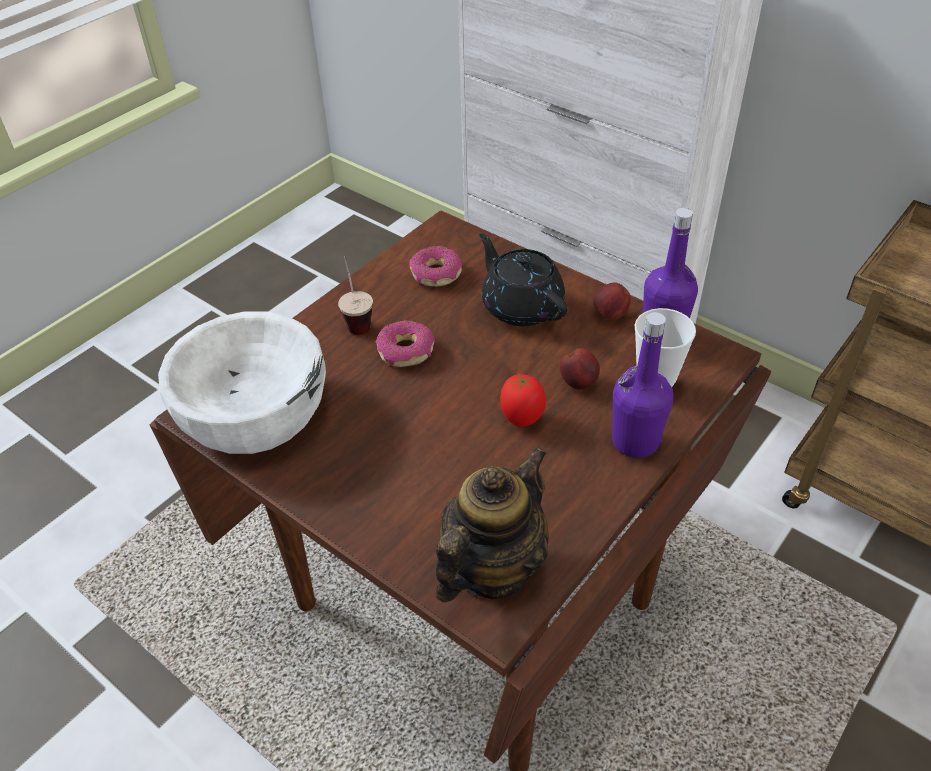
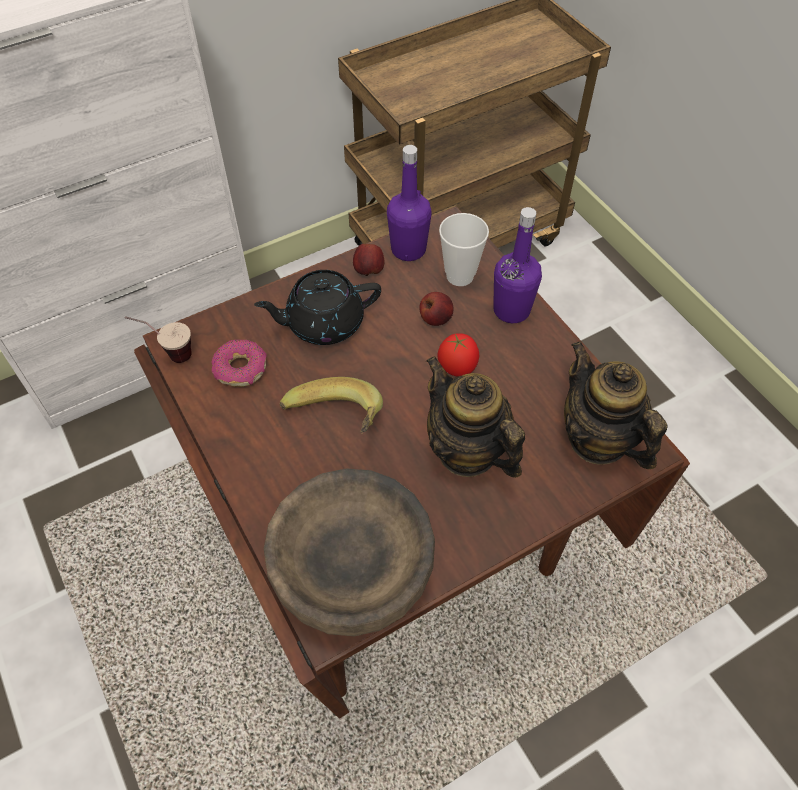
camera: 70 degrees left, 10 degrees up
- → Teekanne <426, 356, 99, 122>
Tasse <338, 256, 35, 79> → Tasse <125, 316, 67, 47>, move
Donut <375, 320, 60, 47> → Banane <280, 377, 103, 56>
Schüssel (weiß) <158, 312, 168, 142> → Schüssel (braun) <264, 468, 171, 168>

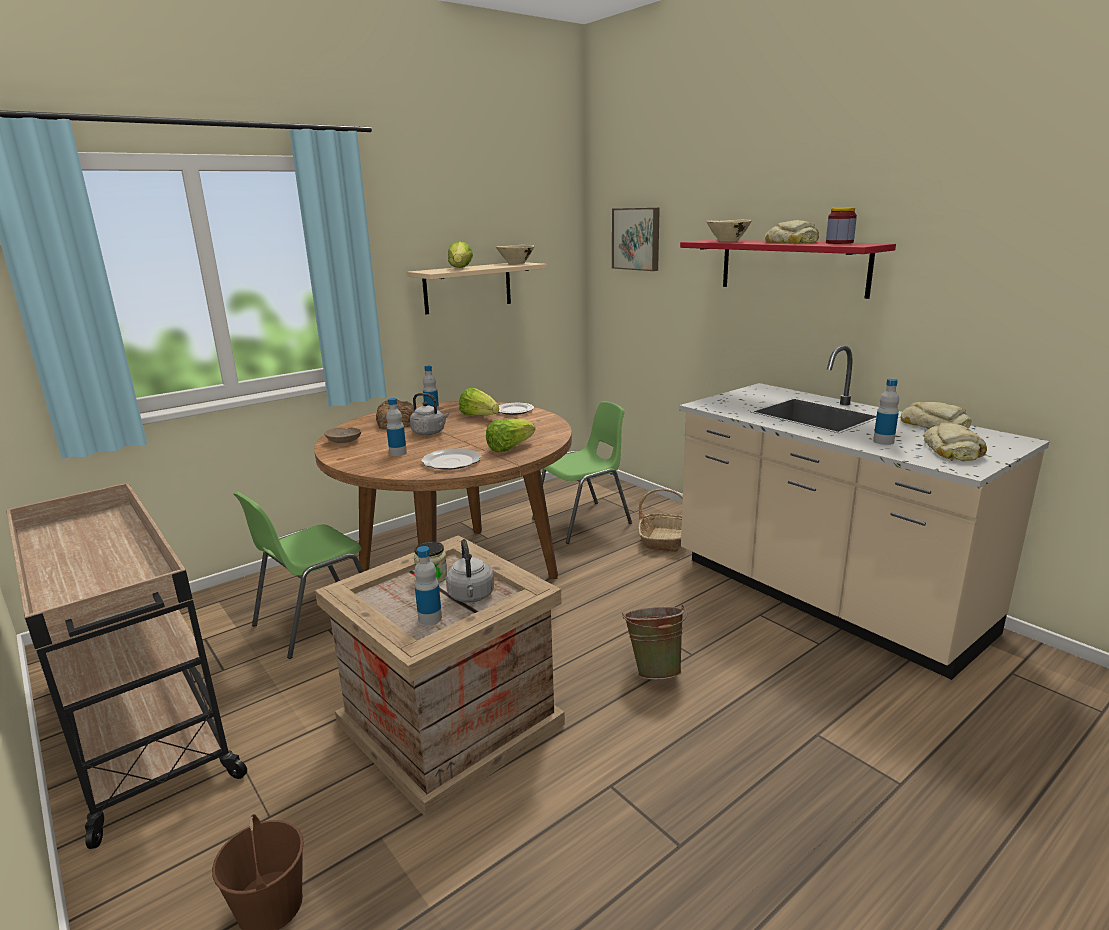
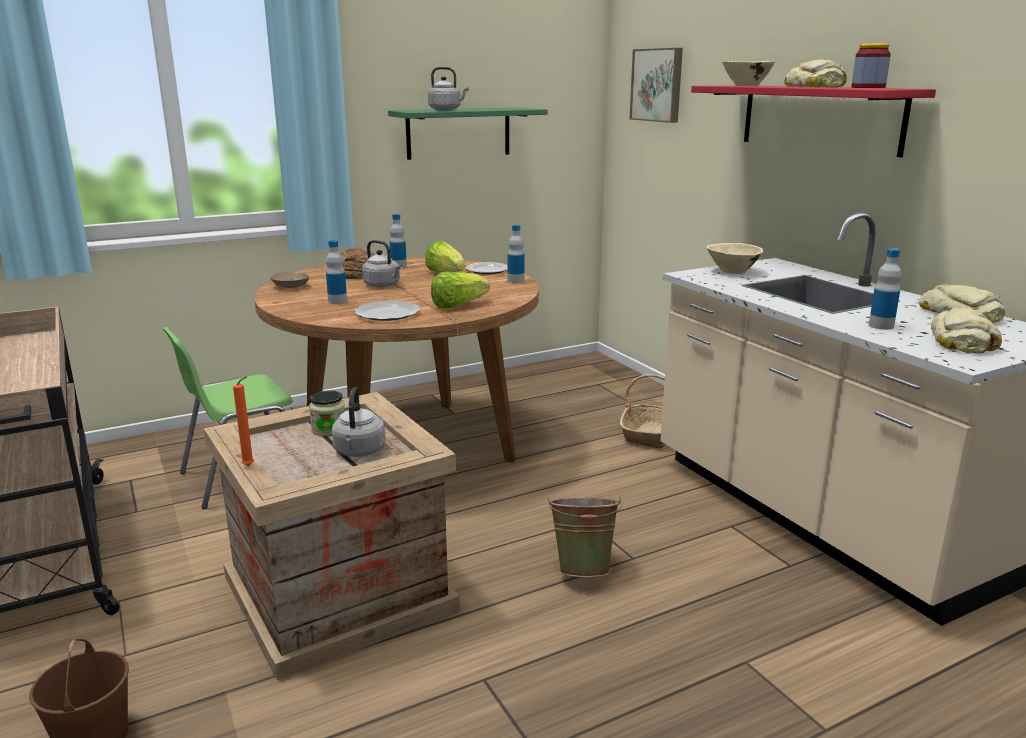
camera: 10 degrees right, 0 degrees up
Stuhl (grün) <532, 401, 100, 143> → -
- → Kerze (orange) <233, 376, 21, 90>
Flasche <414, 546, 28, 79> → Flasche <508, 224, 17, 59>, move
Schüssel (beige) <496, 245, 38, 19> → Schüssel (beige) <706, 243, 57, 31>, move
Salatkopf <448, 241, 25, 27> → Wasserkessel (grau) <428, 67, 41, 43>
Wandregal (beige) <407, 262, 140, 53> → Wandregal (grün) <388, 107, 160, 53>

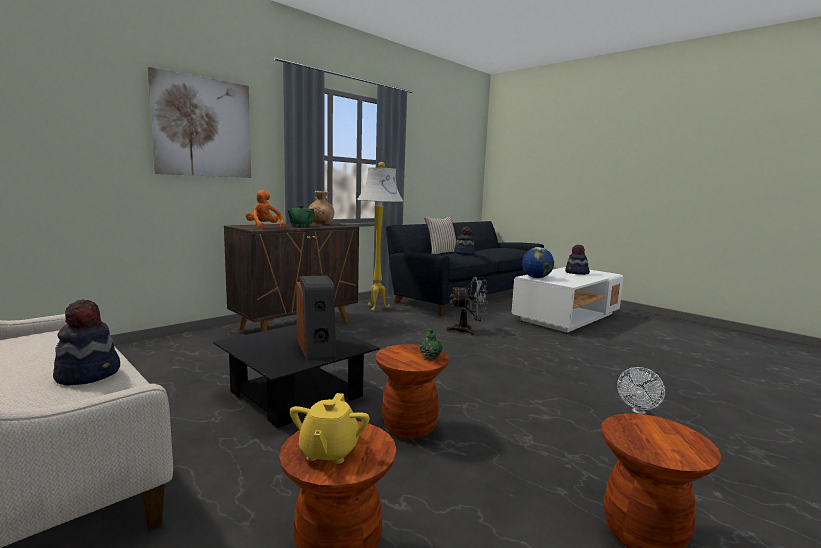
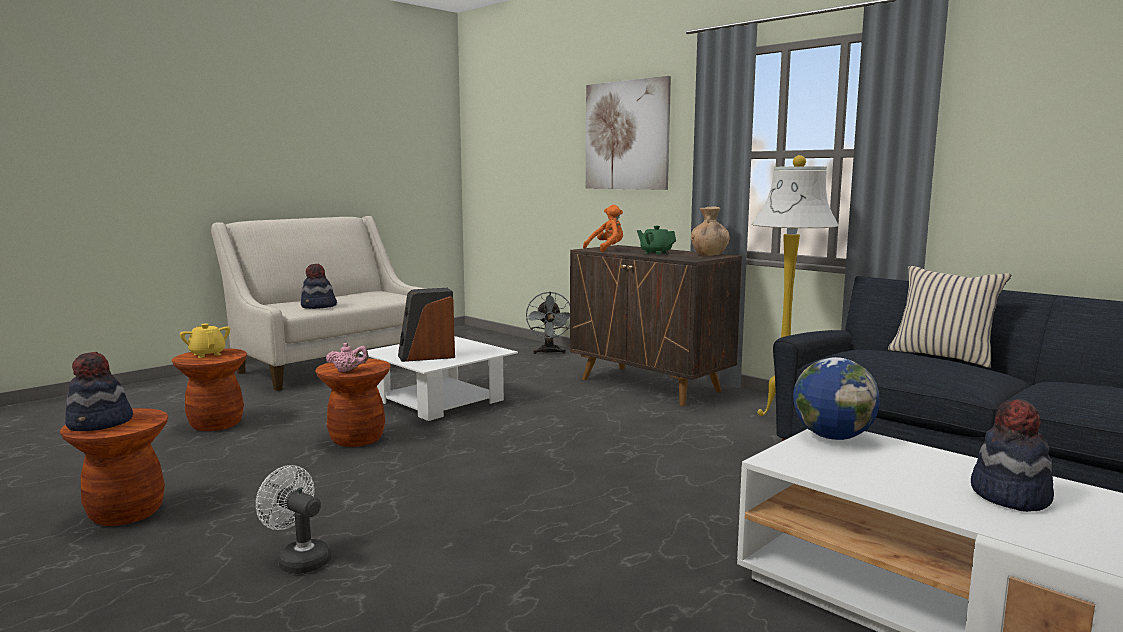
camera: 90 degrees right, 0 degrees up
Ventilator (grau) <447, 277, 41, 58> → Ventilator (grau) <526, 292, 44, 62>, move
Hut <454, 226, 21, 29> → Hut <65, 352, 68, 79>, move
Couchtisch (schwarz) <213, 325, 166, 103> → Couchtisch (weiß) <359, 336, 159, 85>
Teekanne (grün) <420, 328, 23, 31> → Teekanne (rosa) <326, 343, 42, 29>
Teekanne (gelb) <290, 393, 80, 71> → Teekanne (gelb) <180, 323, 50, 35>, 45 degrees clockwise

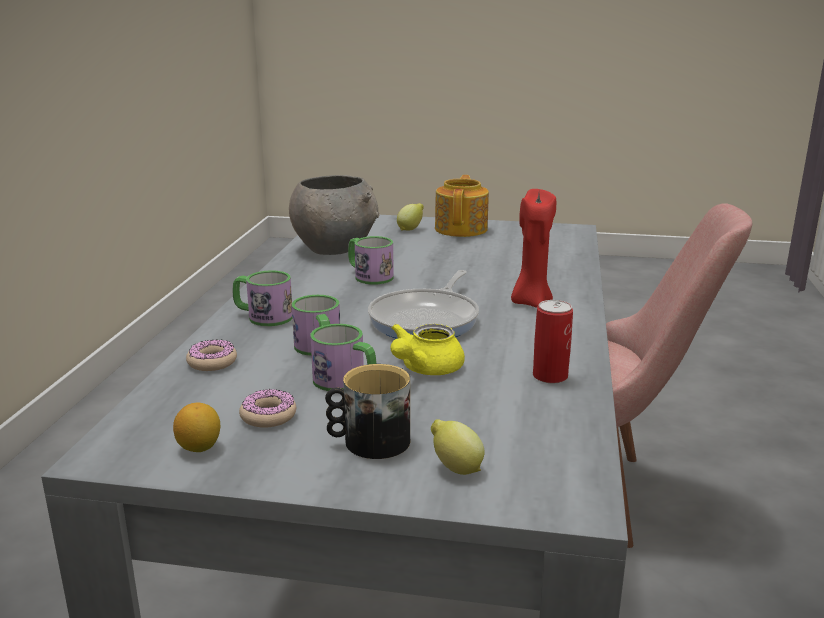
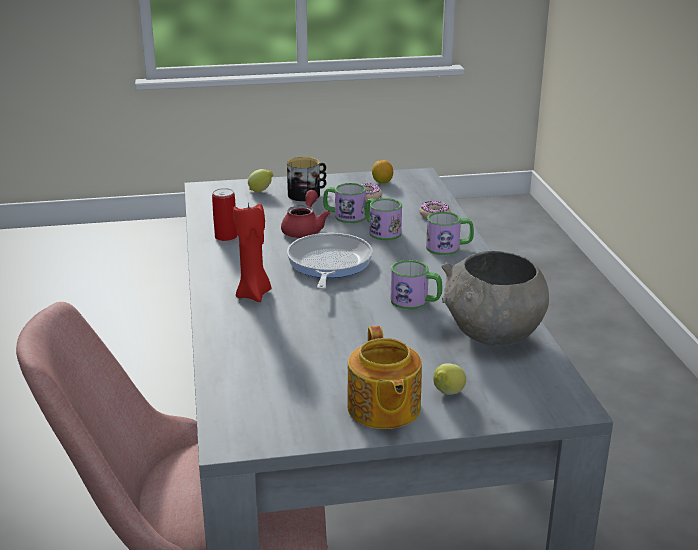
camera: 160 degrees right, 5 degrees up
Teekanne (gelb) <390, 324, 75, 51> → Teekanne (rot) <281, 190, 49, 48>

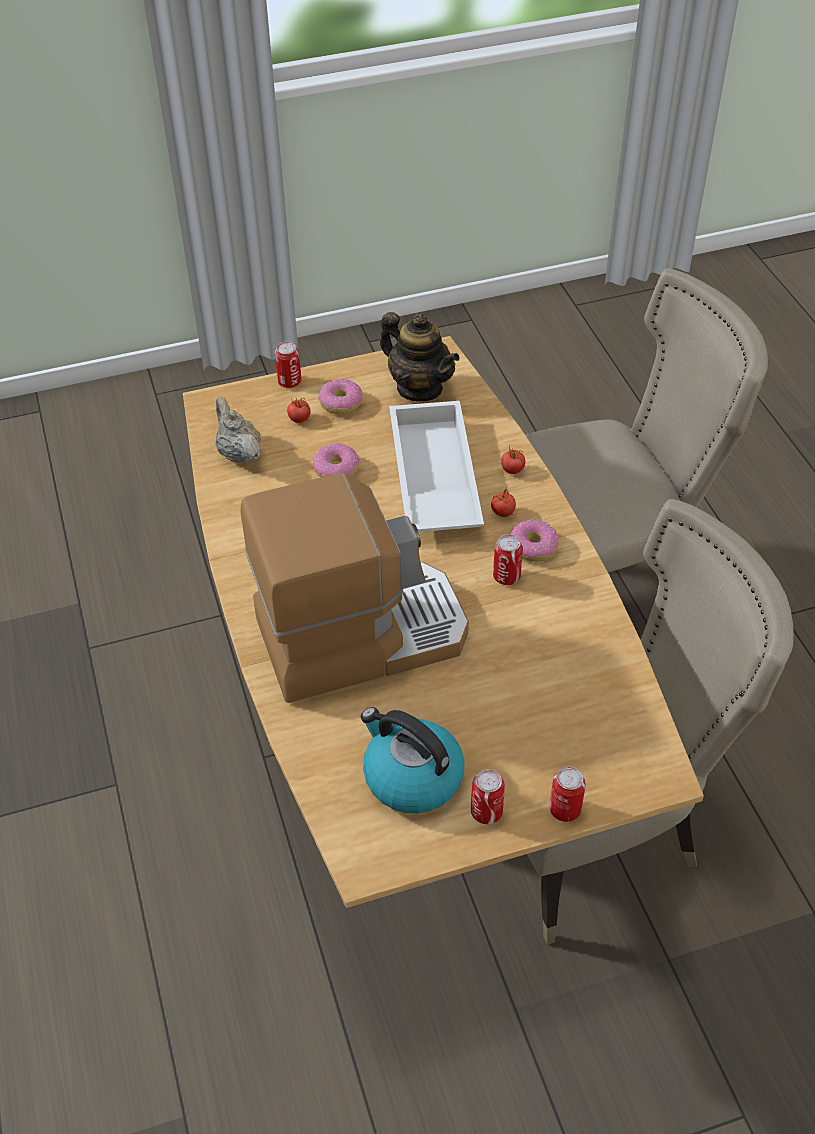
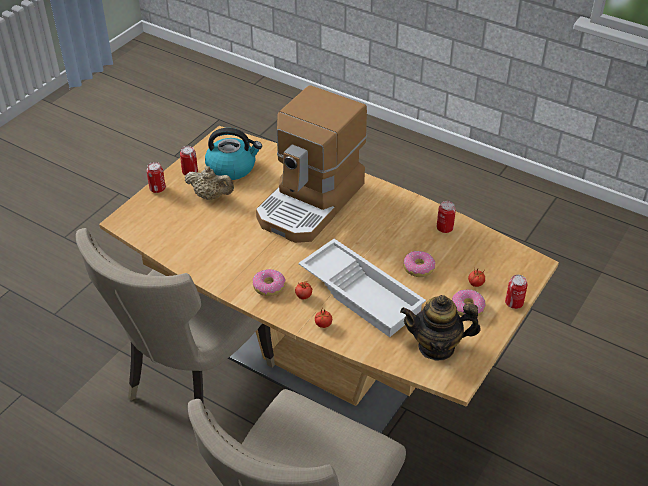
camera: 140 degrees right, 5 degrees down
Teekanne (beige) <216, 396, 45, 67> → Teekanne (beige) <185, 166, 49, 34>, move
Dose <493, 534, 30, 51> → Dose <437, 201, 19, 32>, move

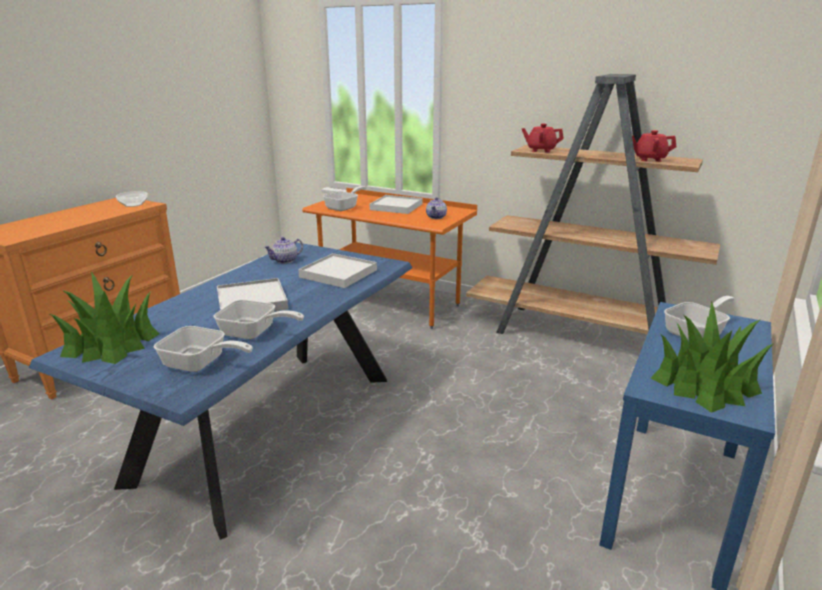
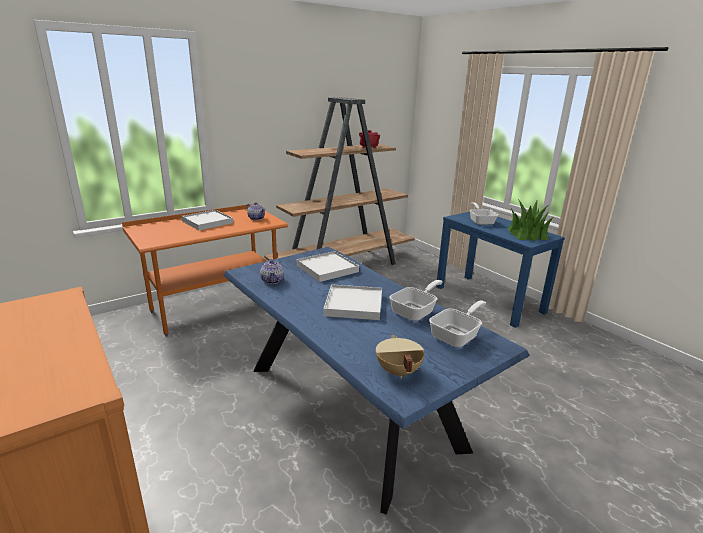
camera: 65 degrees left, 0 degrees up
Schüssel <116, 191, 32, 16> → -
Pfanne <323, 186, 43, 25> → -
Teekanne (rot) <522, 124, 42, 29> → -
Topfpflanze <50, 272, 109, 92> → Kochtopf (beige) <376, 335, 48, 43>

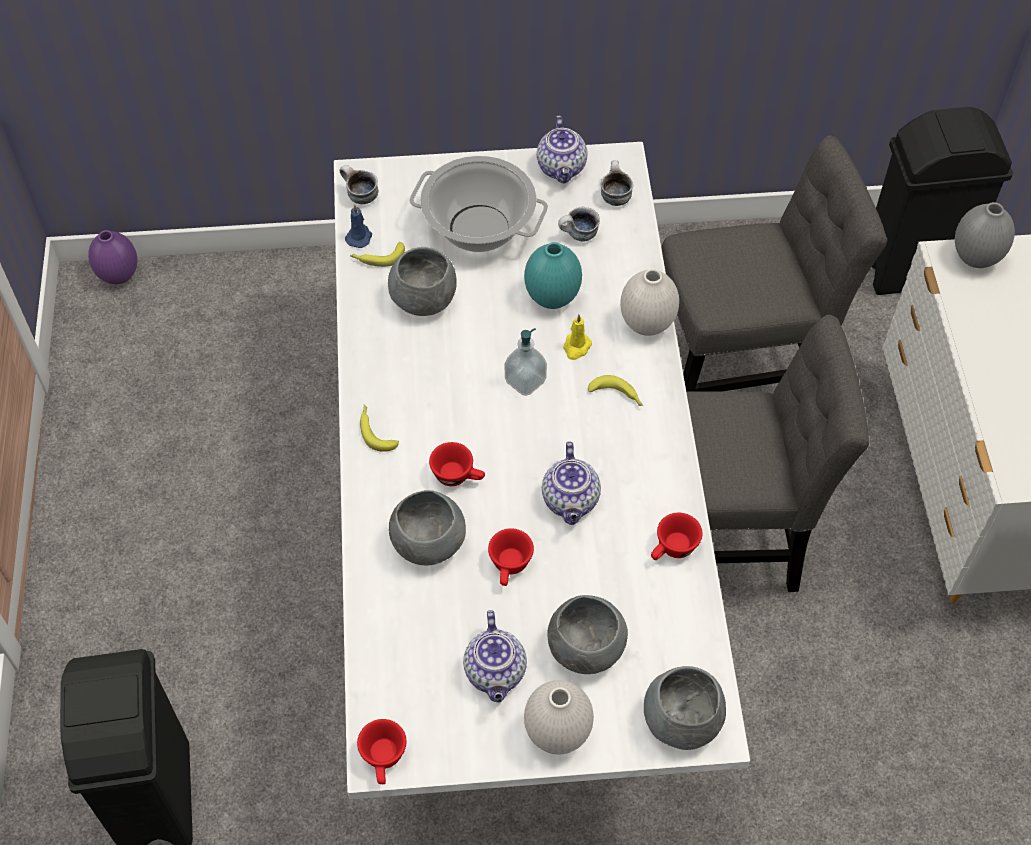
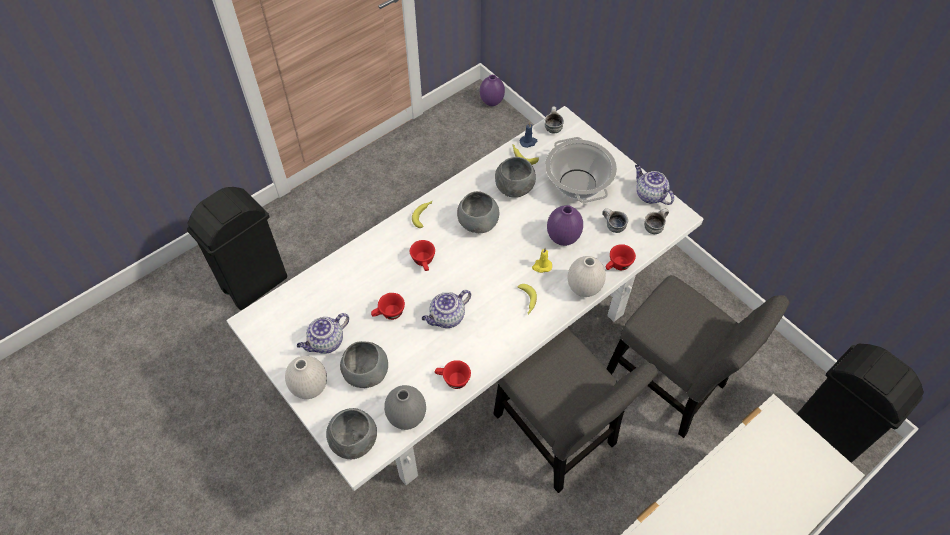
camera: 55 degrees right, 0 degrees up
Seifenspender <505, 328, 42, 68> → -
Tasse (rot) <357, 719, 49, 65> → Tasse (rot) <606, 244, 30, 26>, move
Schüssel (grau) <389, 490, 77, 75> → Schüssel (grau) <457, 191, 42, 42>, move
Vase (grau) <955, 202, 60, 66> → Vase (grau) <384, 385, 42, 45>, move
Vase (türkis) <524, 242, 58, 67> → Vase (lila) <547, 205, 36, 41>
Teekanne <537, 116, 51, 67> → Teekanne <635, 165, 39, 40>, 90 degrees clockwise

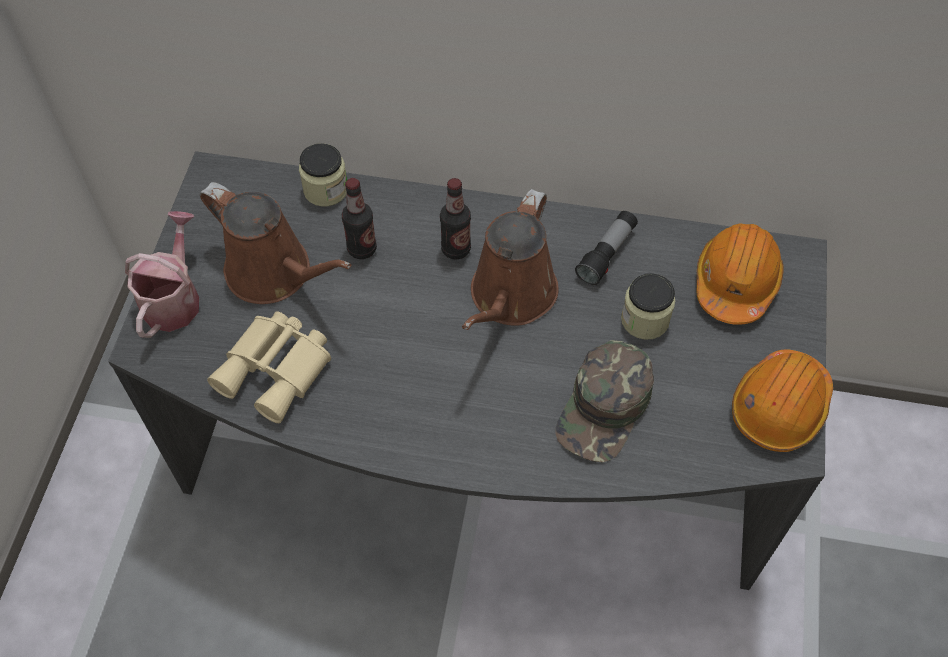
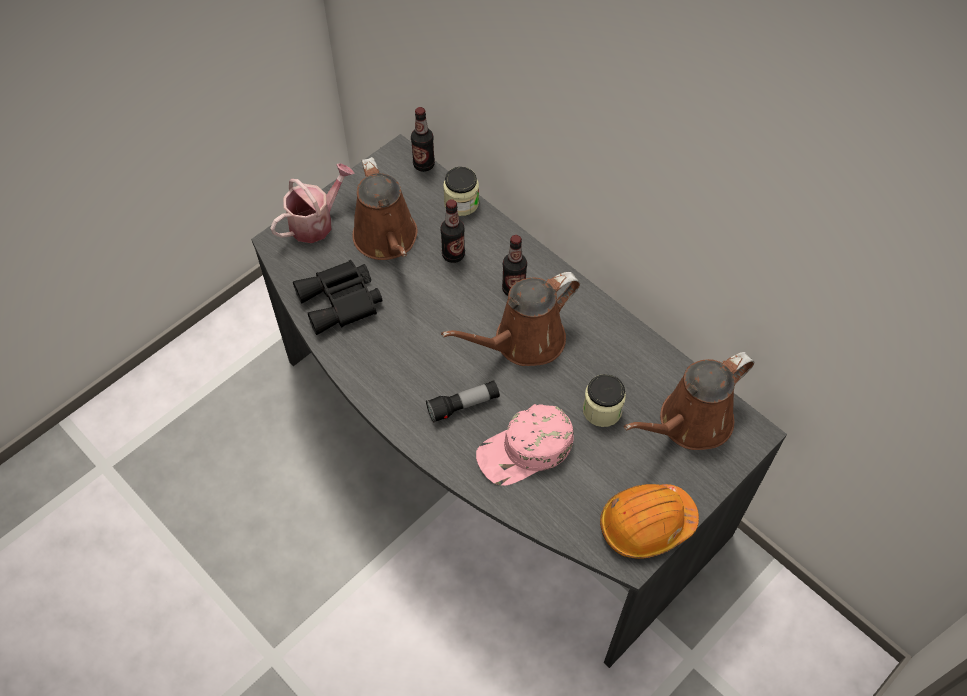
camera: 35 degrees right, 0 degrees up
- → Flasche <411, 107, 24, 65>
Taschenlampe <575, 211, 63, 74> → Taschenlampe <426, 380, 74, 43>, move
Schutzhelm (orange) <697, 224, 86, 101> → Gießkanne (braun) <624, 352, 130, 98>
Fernglas (beige) <207, 312, 124, 111> → Fernglas (schwarz) <293, 260, 90, 75>
Kappe (grün) <556, 340, 98, 123> → Kappe (rosa) <476, 404, 98, 82>

